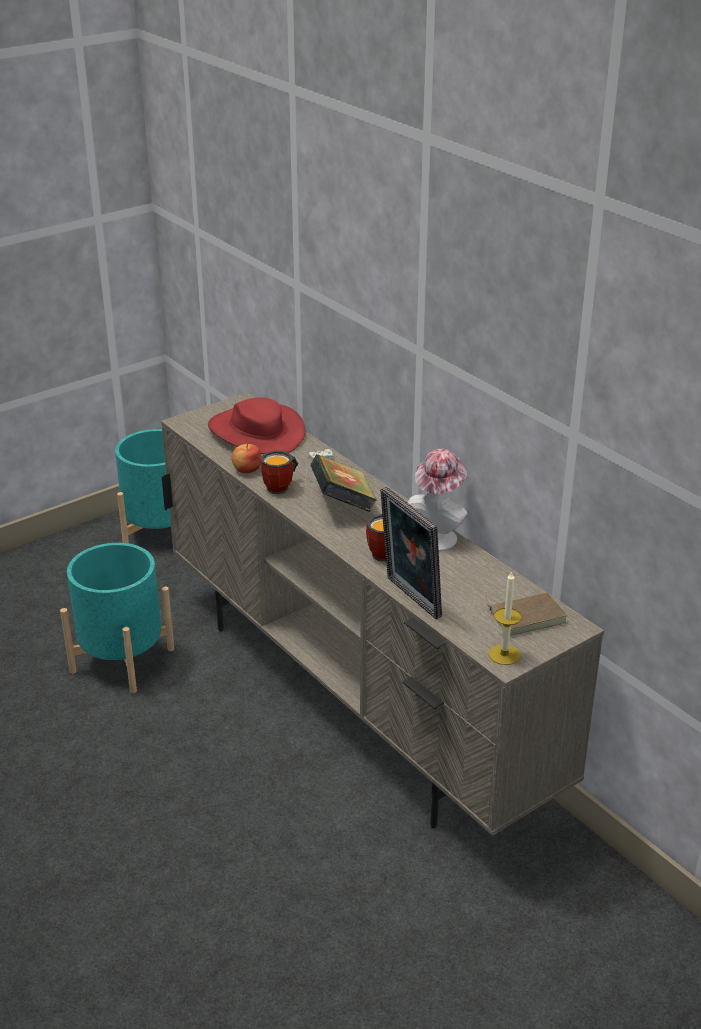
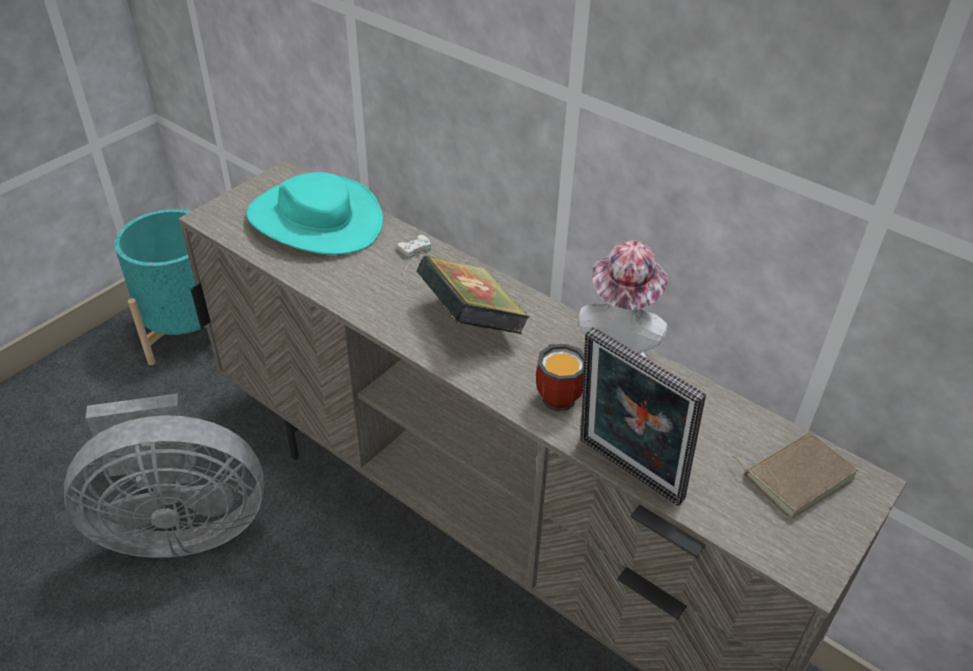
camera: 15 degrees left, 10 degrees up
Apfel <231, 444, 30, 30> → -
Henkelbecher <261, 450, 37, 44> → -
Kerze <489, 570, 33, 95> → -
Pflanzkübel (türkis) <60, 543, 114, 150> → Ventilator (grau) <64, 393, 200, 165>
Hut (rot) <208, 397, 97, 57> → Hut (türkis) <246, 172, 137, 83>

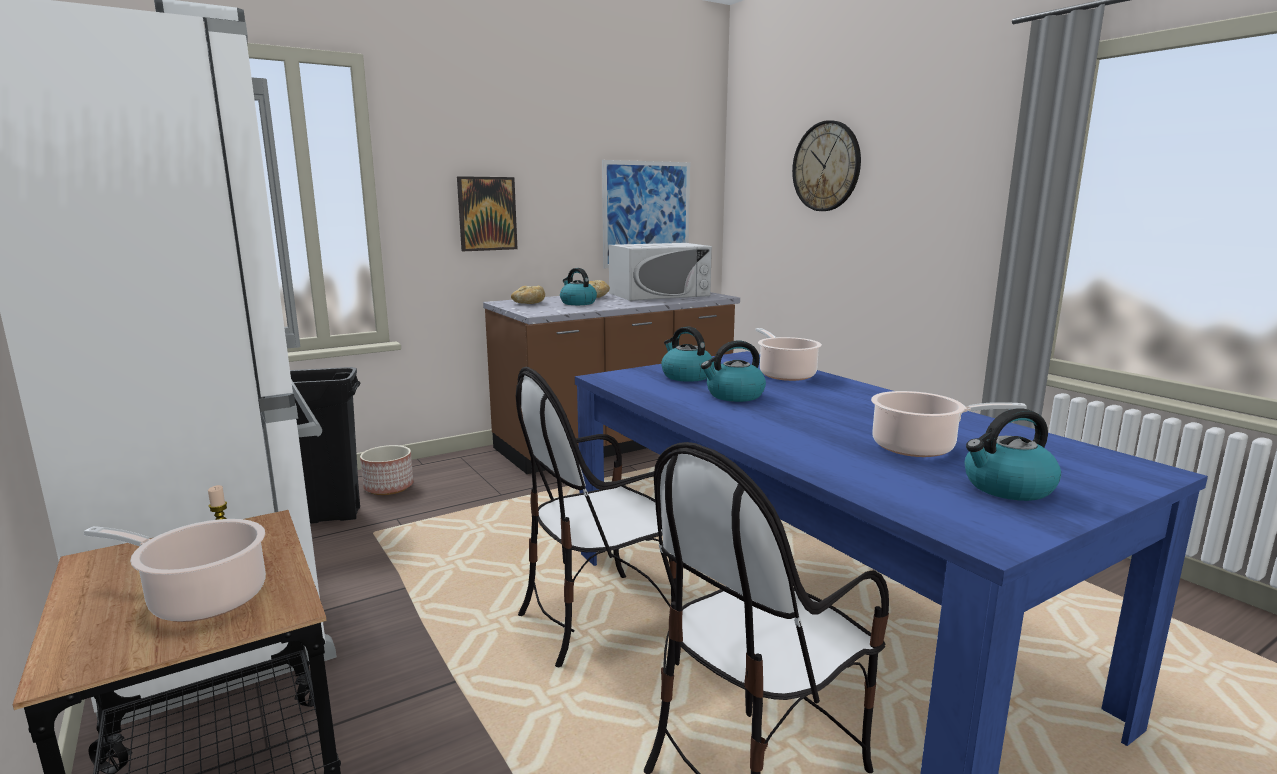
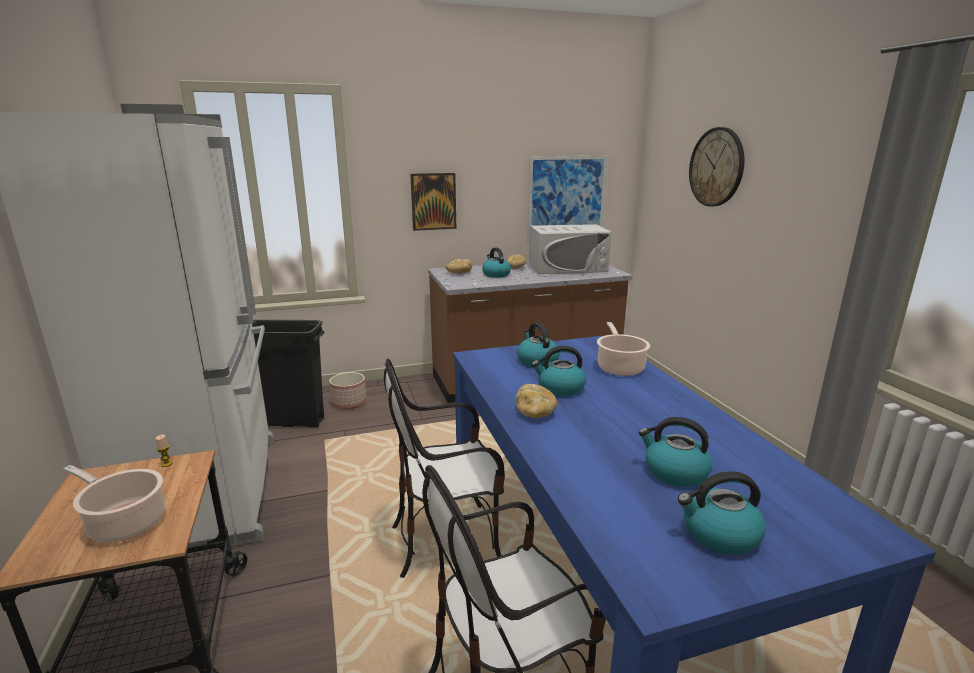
camera: 15 degrees right, 5 degrees up
- → Brot <516, 384, 41, 34>
Kochtopf <871, 391, 156, 66> → Wasserkessel <639, 417, 73, 70>

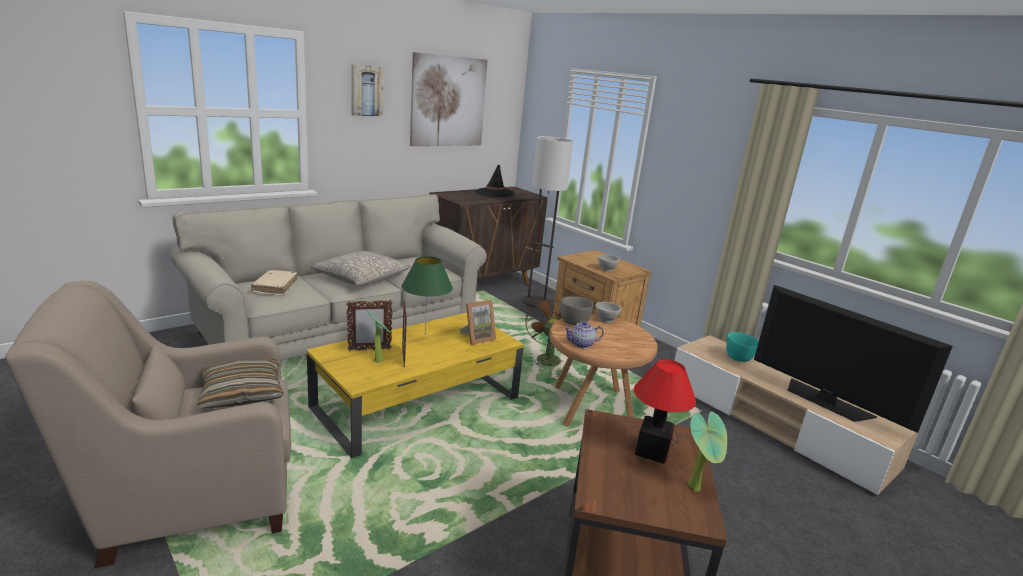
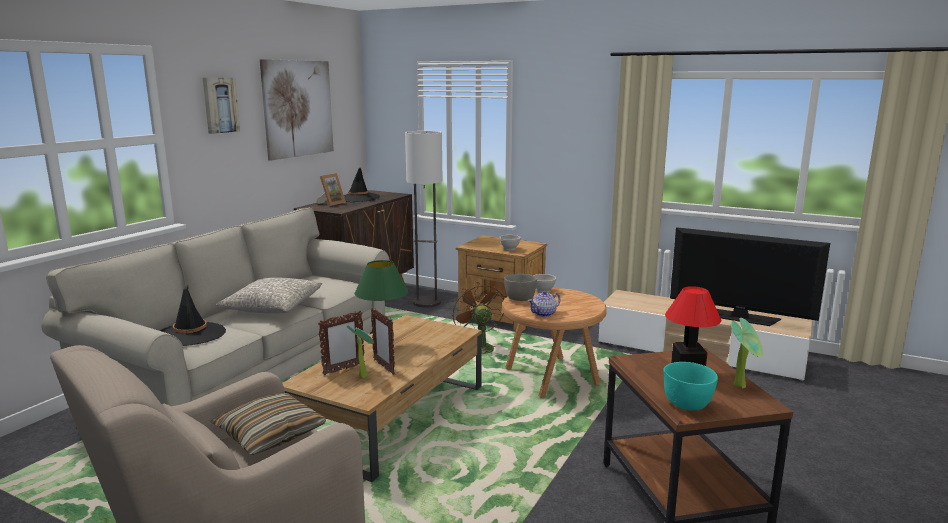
camera: 20 degrees left, 5 degrees down
Bilderrahmen <460, 300, 36, 45> → Bilderrahmen <317, 173, 29, 33>, move
Schüssel (türkis) <726, 332, 33, 30> → Schüssel (türkis) <663, 362, 55, 49>, move
Buch (beige) <251, 270, 46, 26> → Hut (schwarz) <160, 285, 66, 61>
Couchtisch (gelb) <306, 313, 218, 145> → Couchtisch (braun) <282, 315, 200, 167>

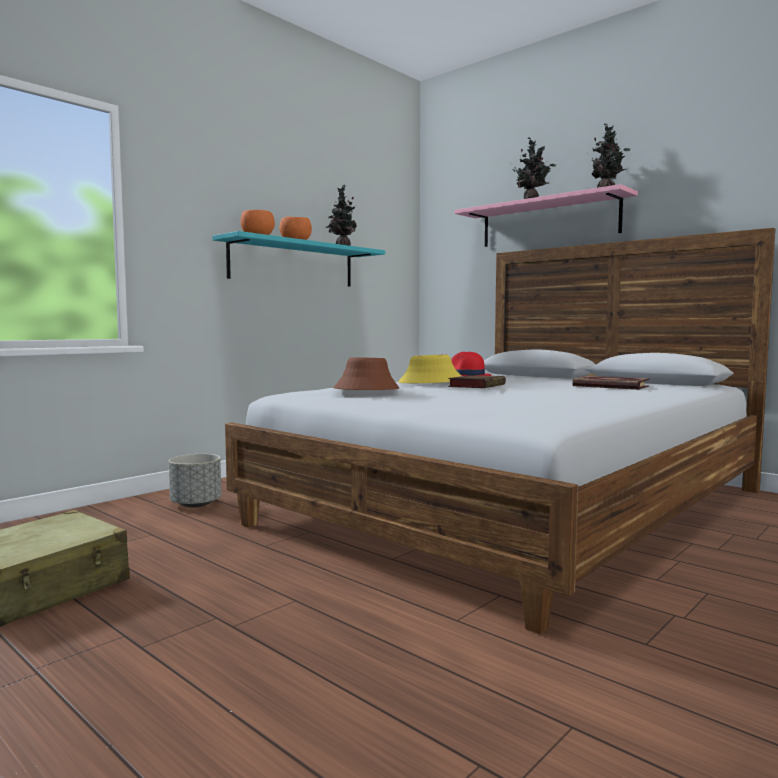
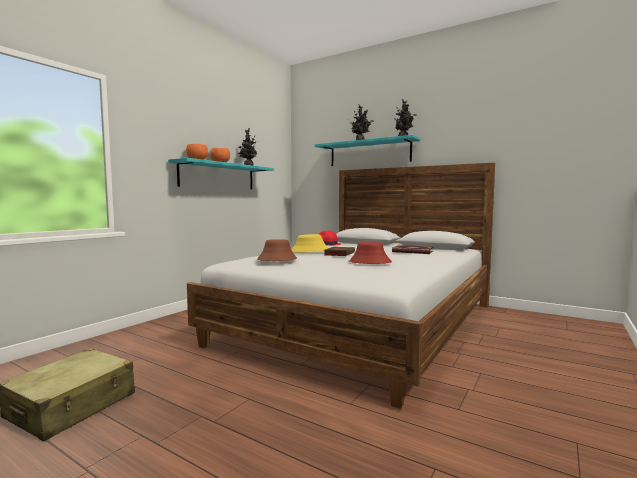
camera: 10 degrees left, 0 degrees up
Pflanzkübel (grau) <169, 454, 52, 54> → -
- → Hut (rot) <350, 242, 42, 22>
Wandregal (rosa) <454, 184, 184, 63> → Wandregal (türkis) <314, 135, 106, 31>

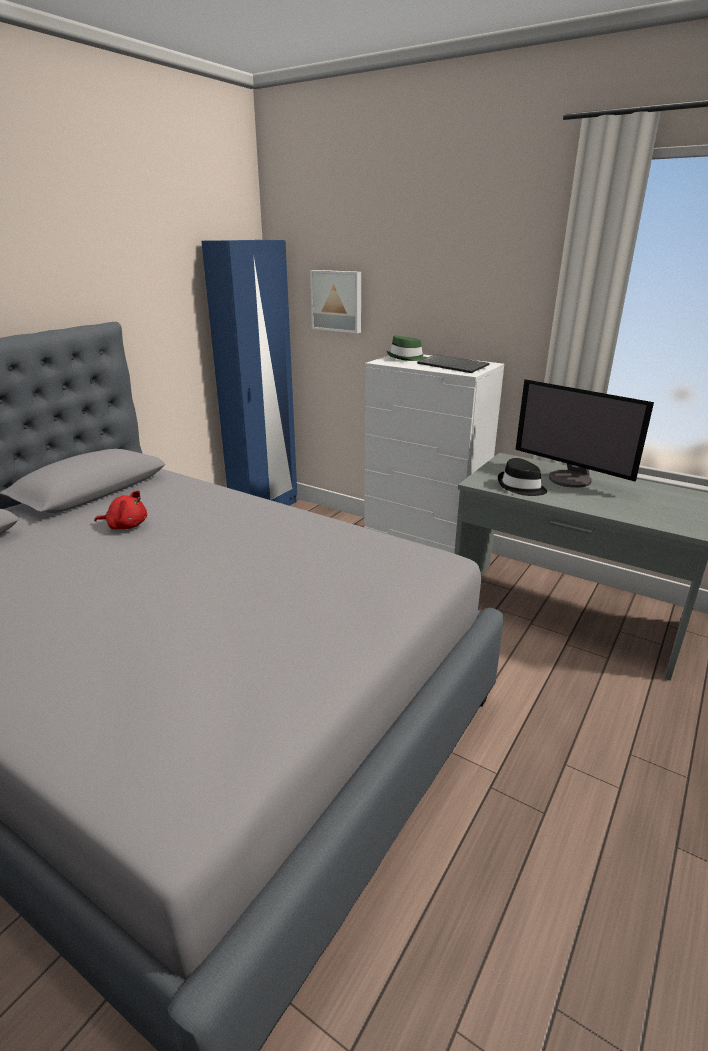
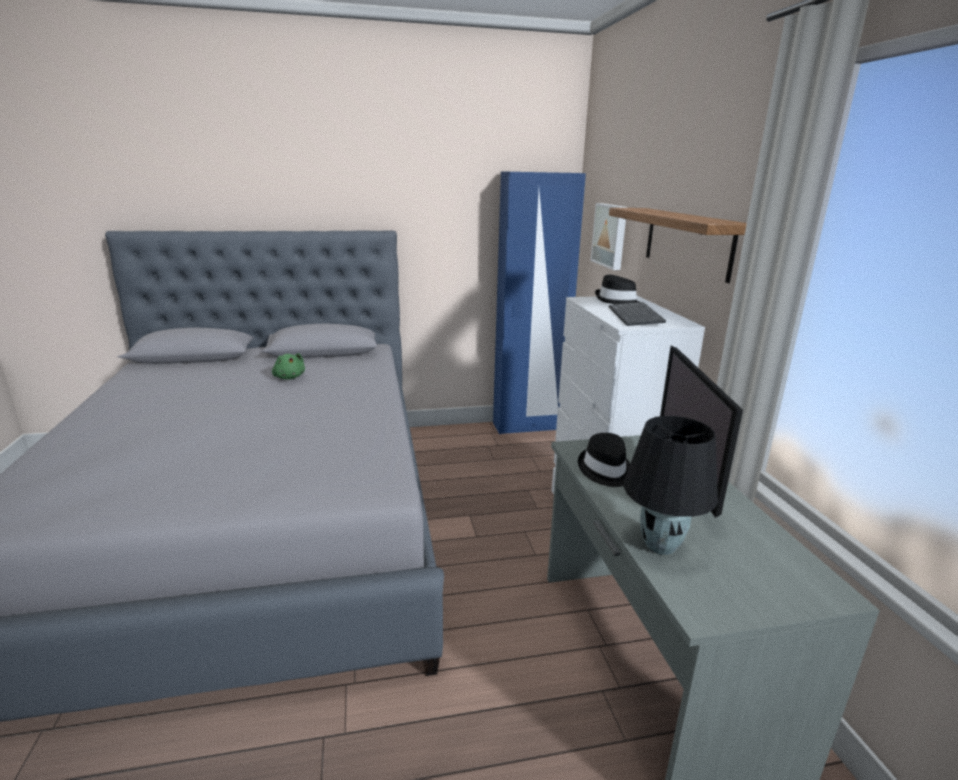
camera: 45 degrees right, 5 degrees down
- → Wandregal <609, 208, 138, 75>
- → Tischlampe (schwarz) <624, 416, 94, 139>
Plüschtier (rot) <95, 490, 52, 40> → Plüschtier (grün) <272, 353, 33, 26>
Hut (grün) <387, 335, 40, 26> → Hut (schwarz) <595, 275, 44, 29>

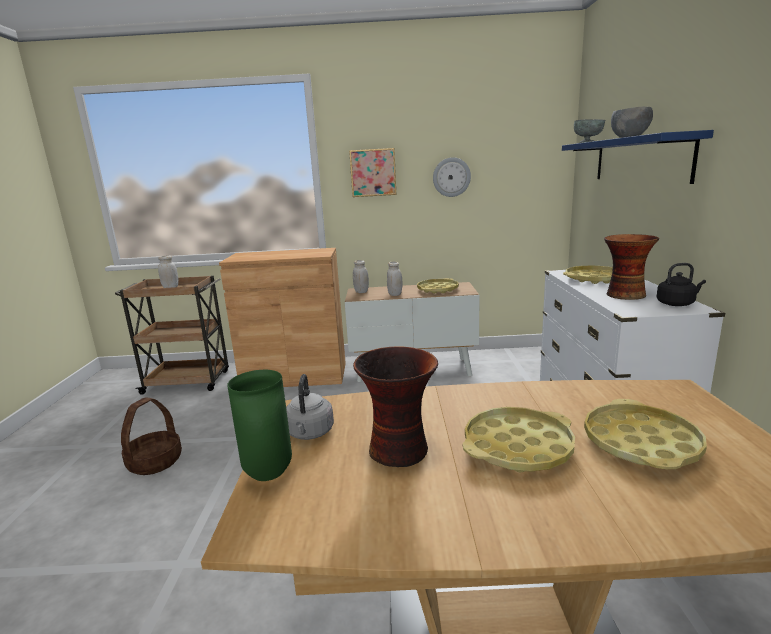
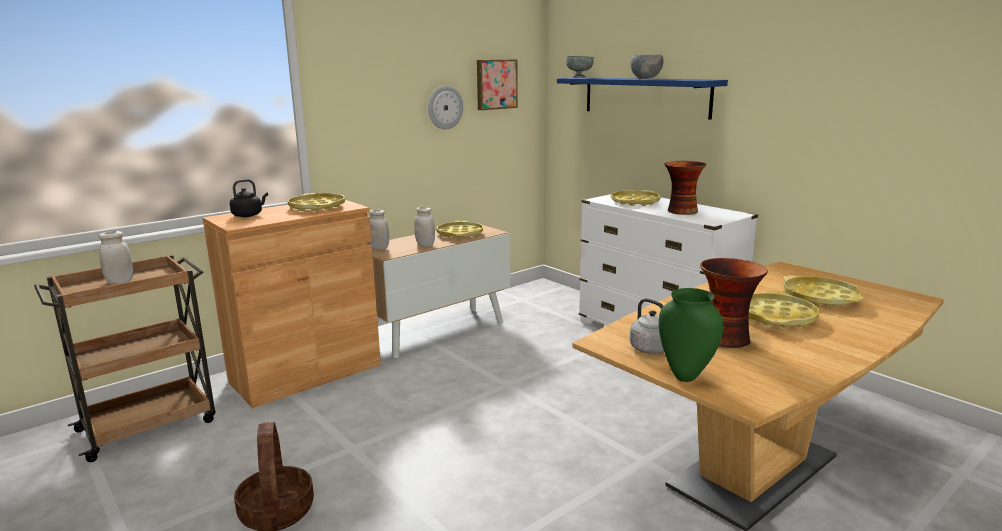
camera: 40 degrees left, 0 degrees up
- → Tablett (gelb) <287, 193, 58, 18>
Bild <349, 148, 48, 49> → Bild <477, 59, 41, 51>, move
Wasserkessel (schwarz) <656, 263, 50, 43> → Wasserkessel (schwarz) <230, 179, 38, 38>, move

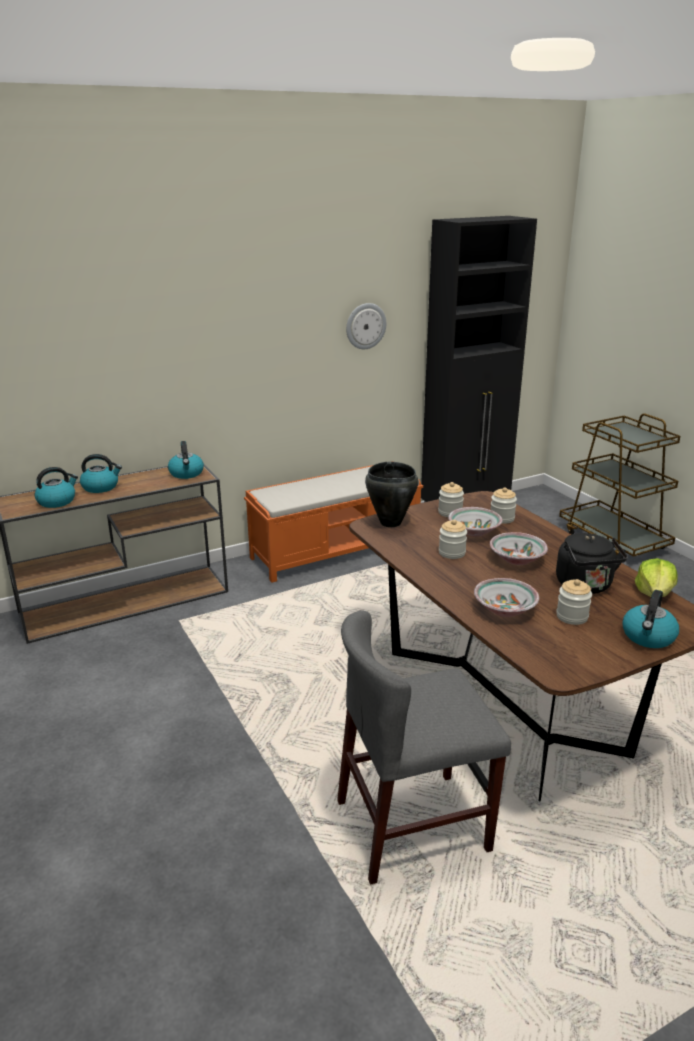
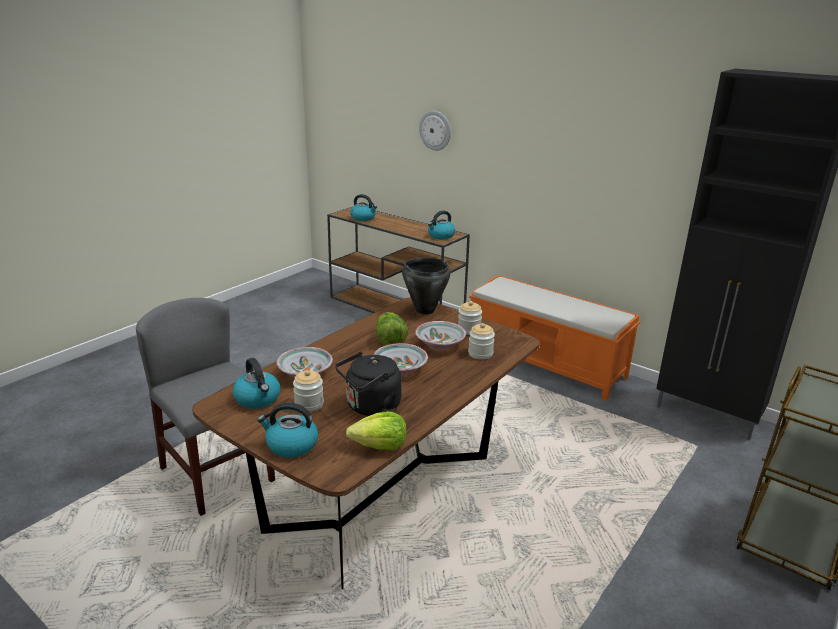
camera: 65 degrees right, 0 degrees up
Wasserkessel <80, 454, 42, 39> → Wasserkessel <232, 358, 48, 51>, move
Wanduhr <346, 303, 40, 46> → Wanduhr <419, 111, 32, 40>, move
Vorratsglas <439, 520, 28, 39> → Salatkopf <376, 312, 32, 34>

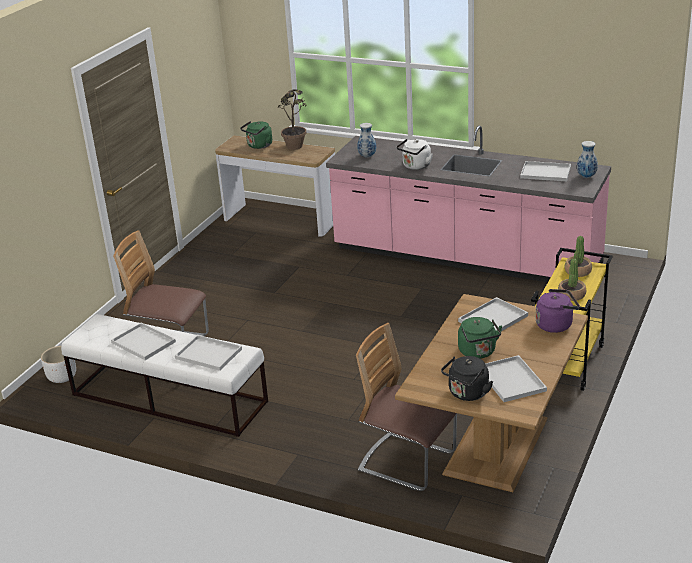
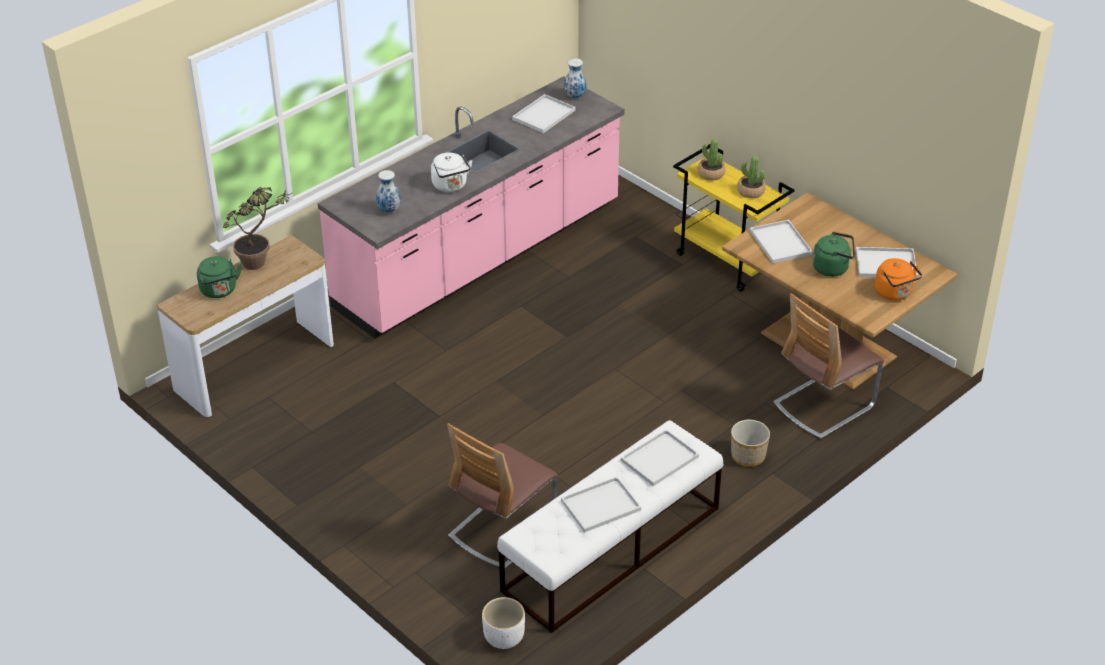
camera: 70 degrees left, 10 degrees up
Wasserkessel (lila) <536, 289, 44, 44> → -
- → Pflanzkübel <731, 420, 39, 47>
Wasserkessel (schwarz) <441, 356, 52, 45> → Wasserkessel (orange) <875, 258, 47, 43>

